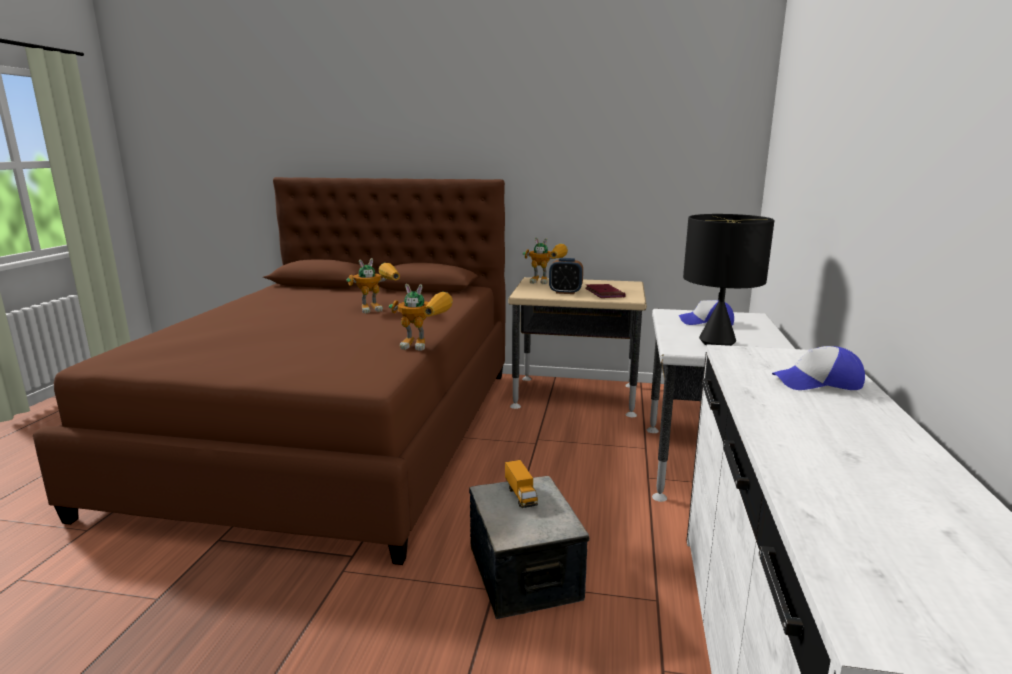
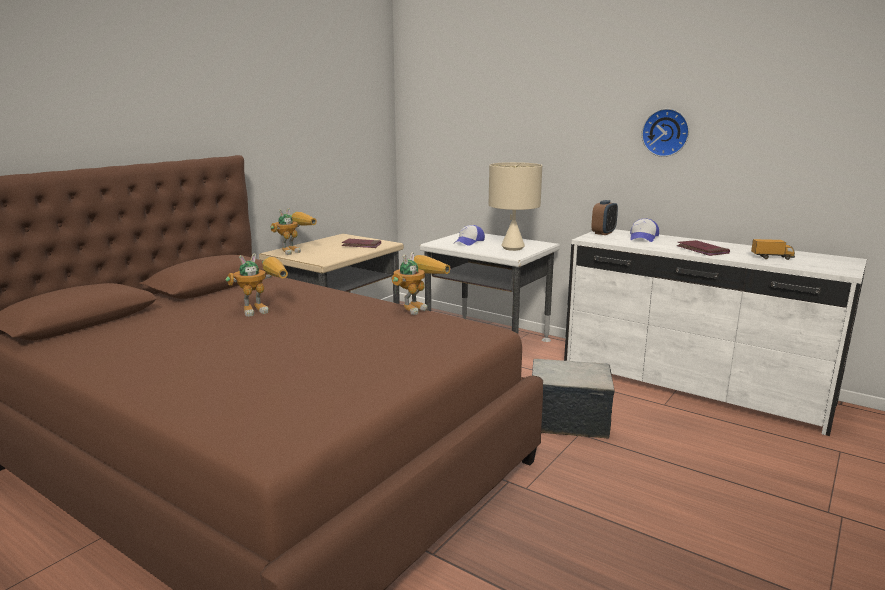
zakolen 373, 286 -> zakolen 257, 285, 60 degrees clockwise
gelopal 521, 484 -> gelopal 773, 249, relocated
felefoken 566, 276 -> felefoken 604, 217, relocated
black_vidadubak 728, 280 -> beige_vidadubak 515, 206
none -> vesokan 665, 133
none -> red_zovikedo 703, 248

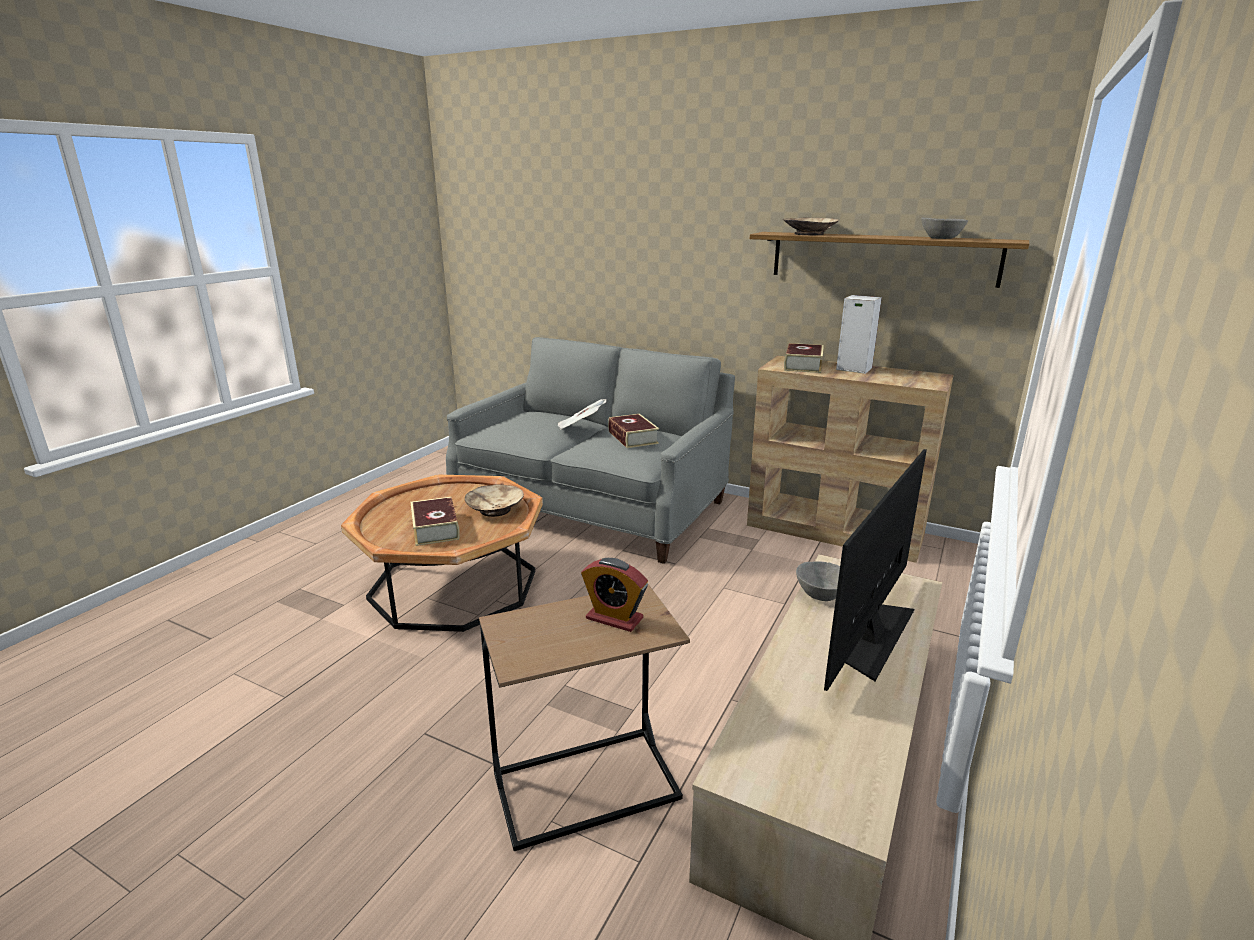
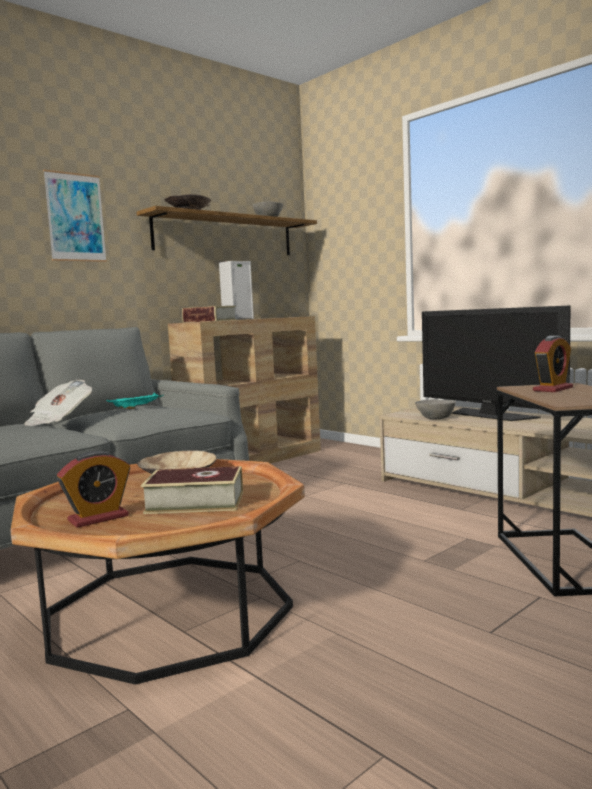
zovikedo 633, 431 -> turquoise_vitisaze 135, 401
none -> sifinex 75, 216
none -> felefoken 93, 489

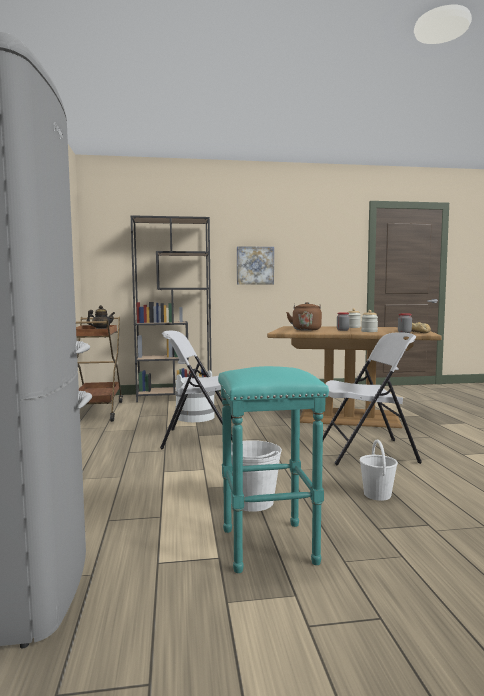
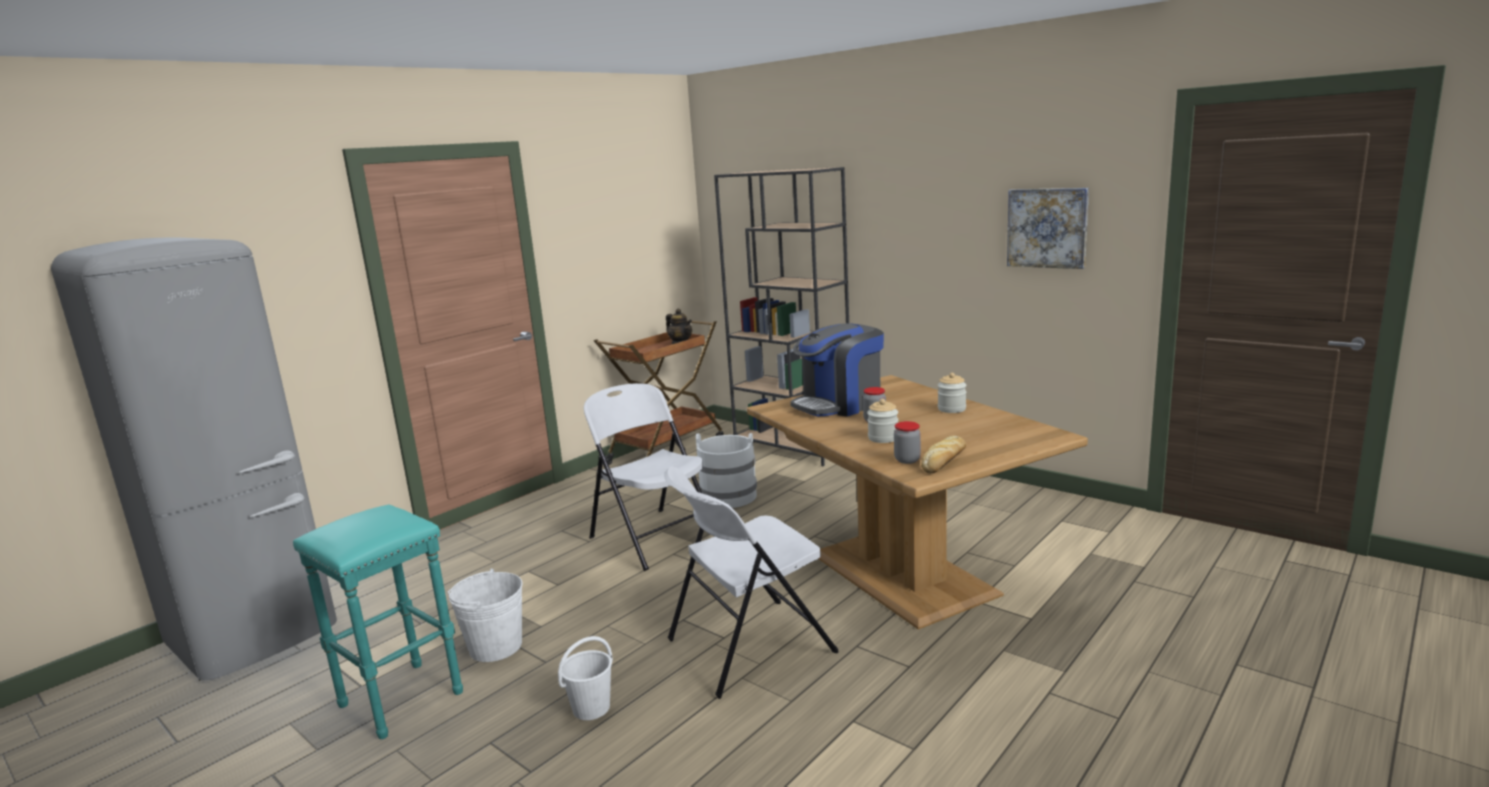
sifinex 255, 265 -> sifinex 1048, 228, relocated
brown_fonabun 304, 316 -> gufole 837, 369
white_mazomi 372, 398 -> white_mazomi 751, 582, 105 degrees clockwise

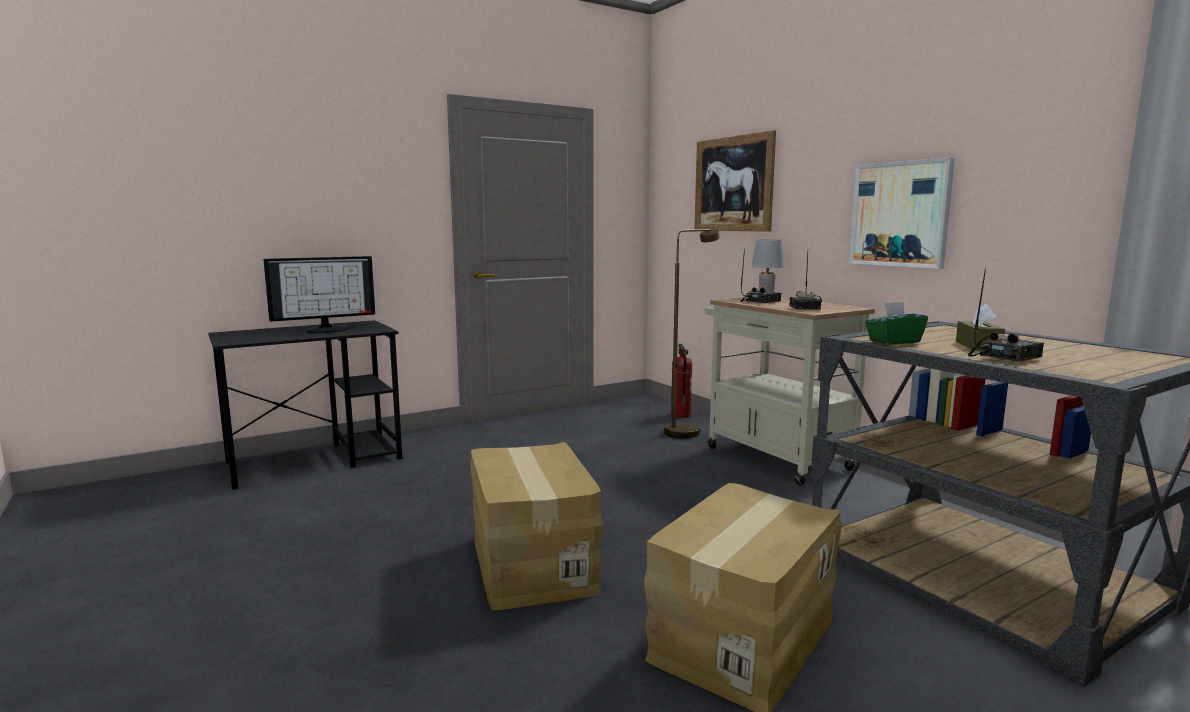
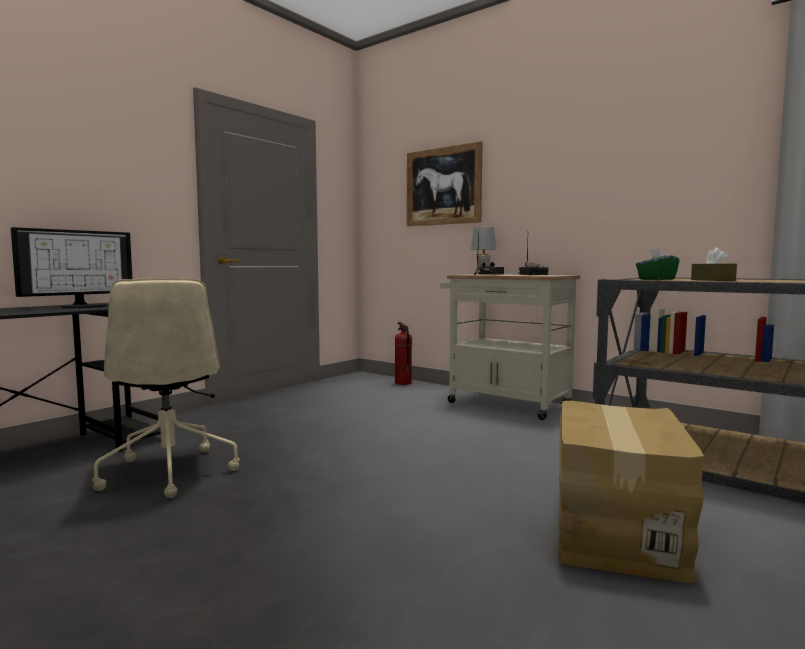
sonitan 536, 526 -> none
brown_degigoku 692, 333 -> none
sifinex 902, 213 -> none
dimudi 1006, 315 -> none
none -> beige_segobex 166, 388

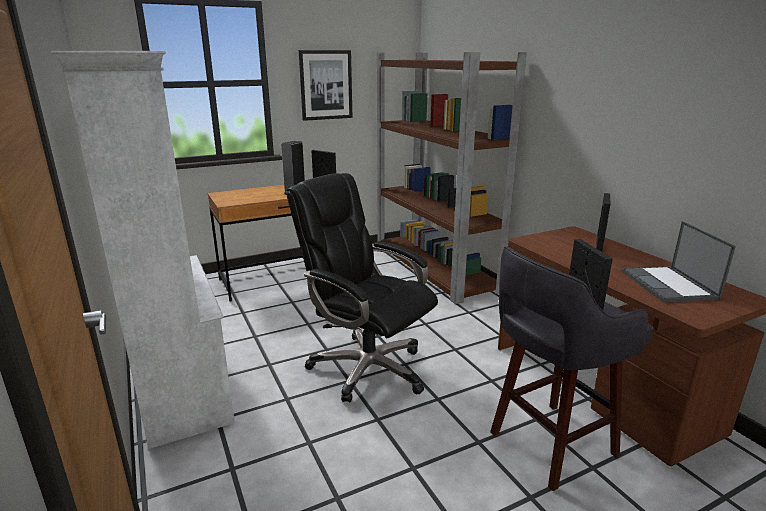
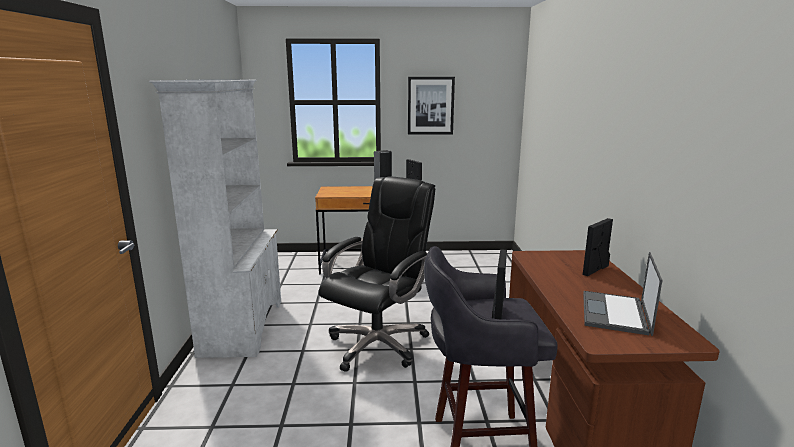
black_segobex 362, 287 -> black_segobex 376, 274, 60 degrees clockwise
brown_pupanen 452, 178 -> none

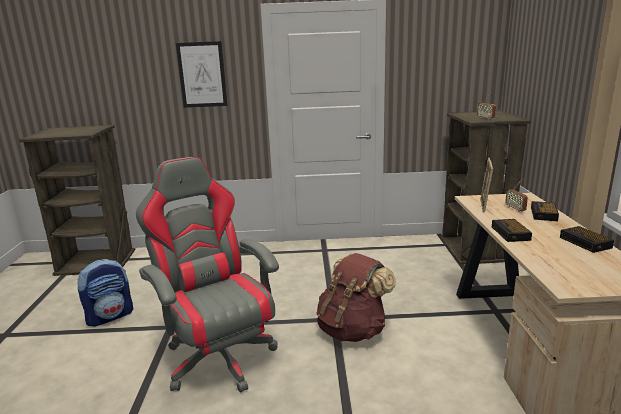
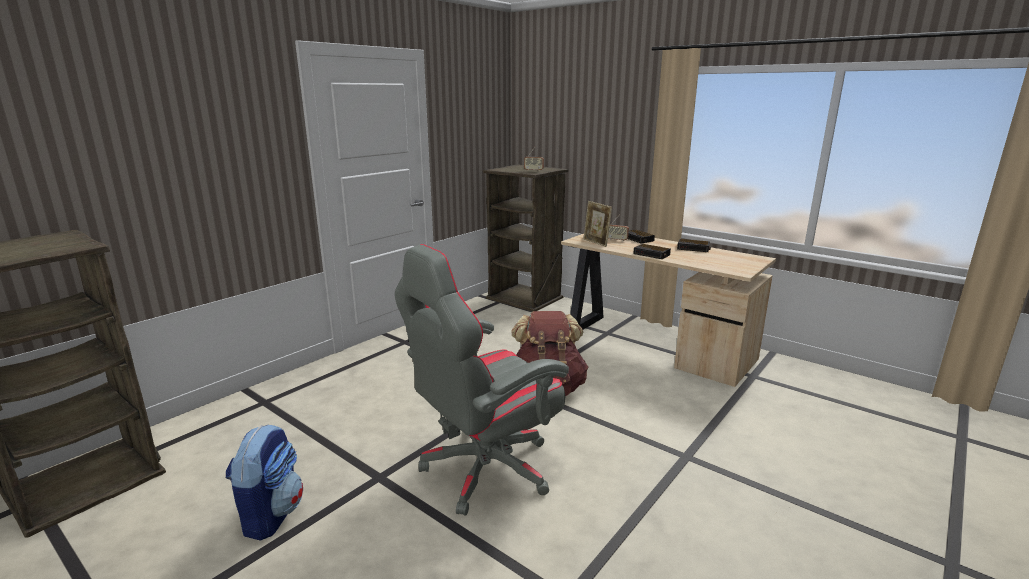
grey_segobex 207, 275 -> grey_segobex 482, 380, 45 degrees counterclockwise
sifinex 201, 74 -> none

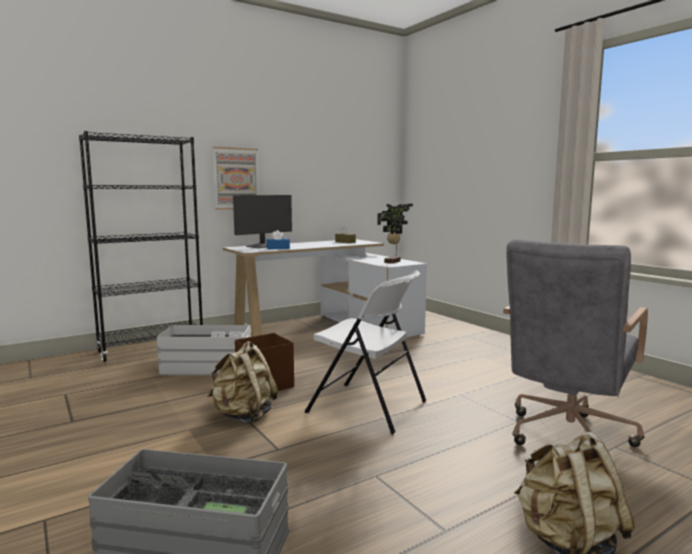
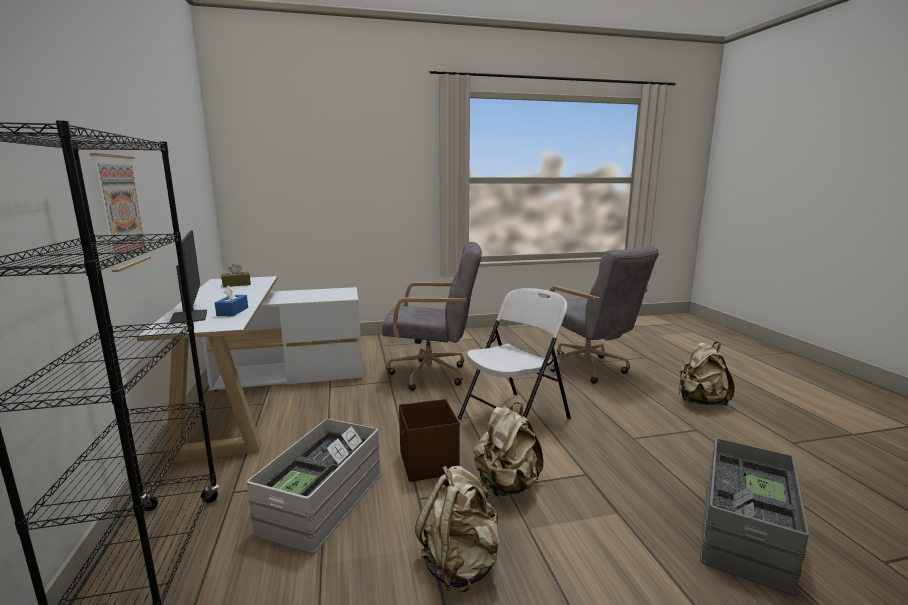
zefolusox 395, 234 -> none
none -> grey_segobex 432, 316
none -> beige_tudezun 457, 529

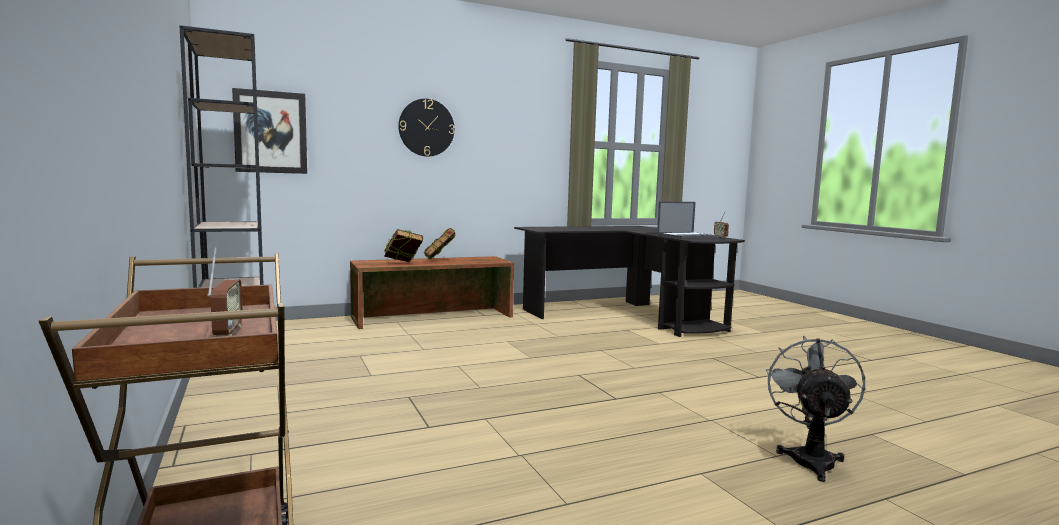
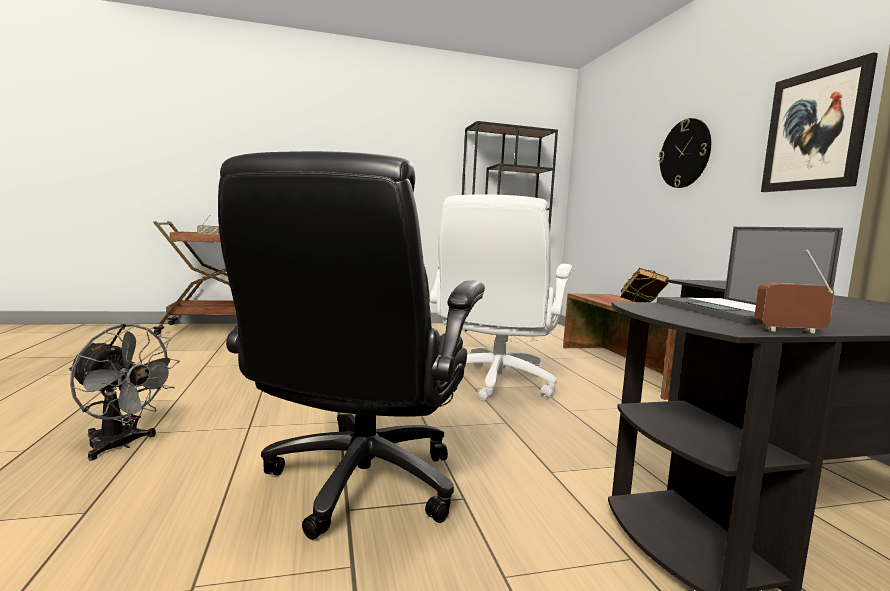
sifinex 269, 131 -> sifinex 819, 122, relocated
zovikedo 403, 245 -> none
none -> black_segobex 351, 345
none -> white_segobex 501, 297

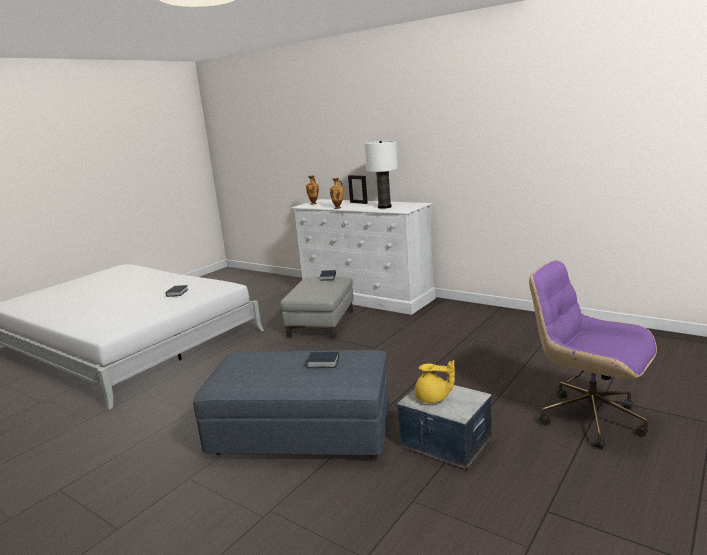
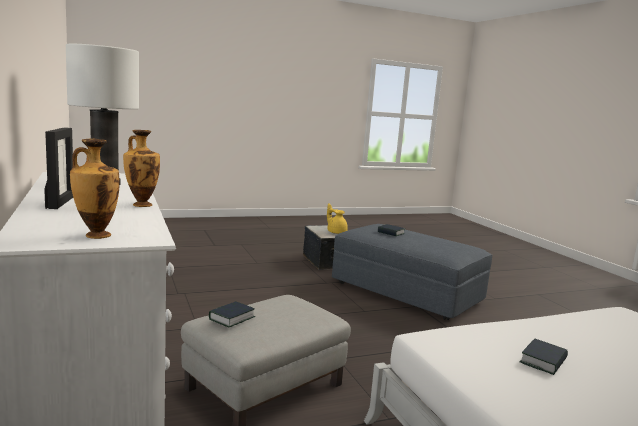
purple_segobex 593, 354 -> none

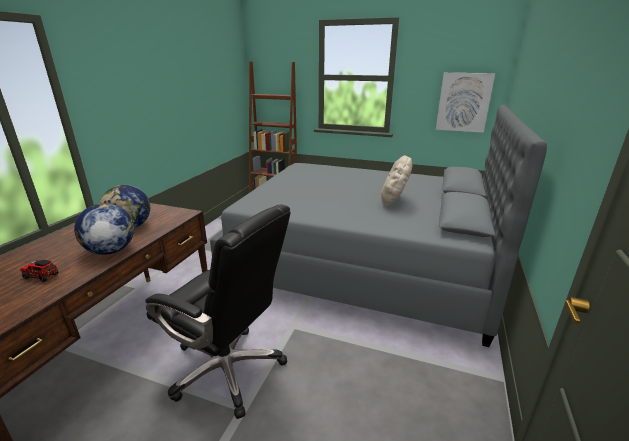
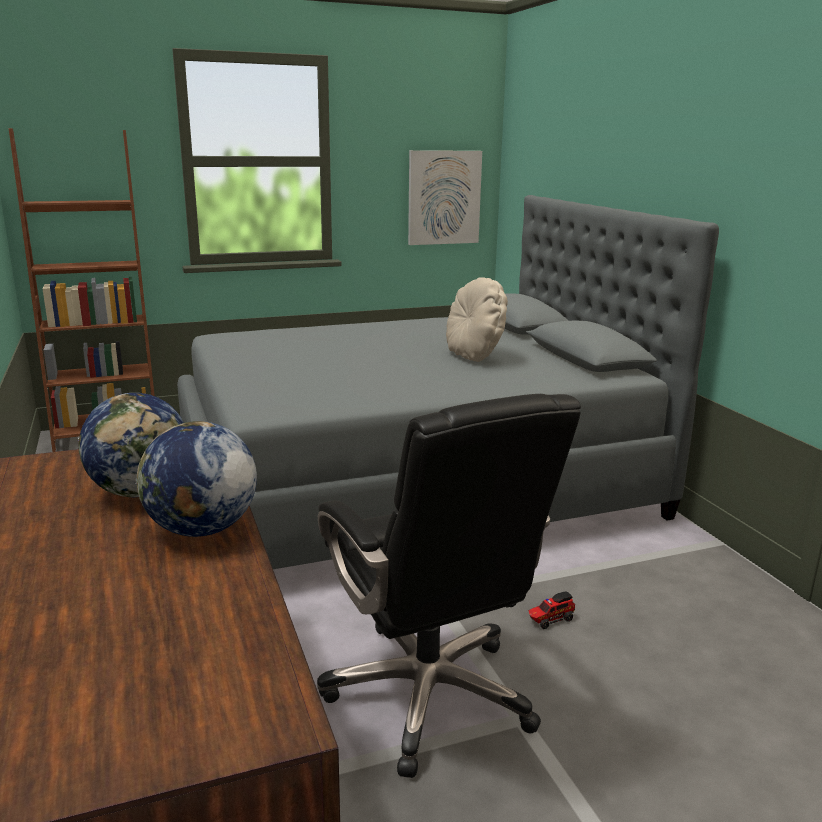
gelopal 39, 271 -> gelopal 552, 610, relocated
black_segobex 217, 312 -> black_segobex 449, 586, 75 degrees clockwise

